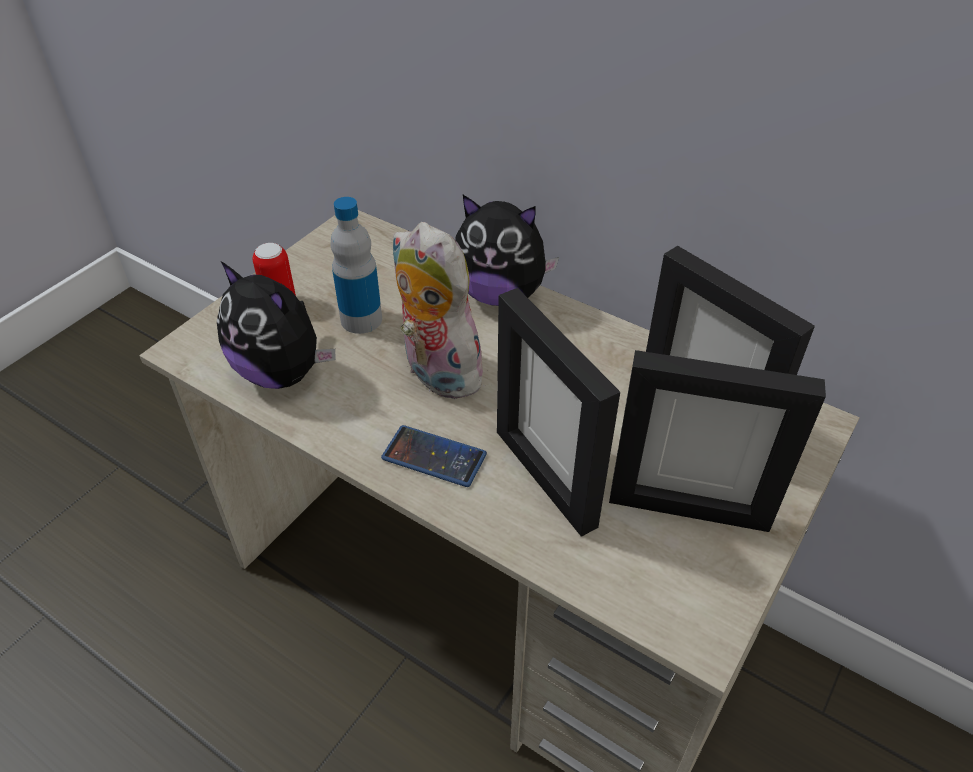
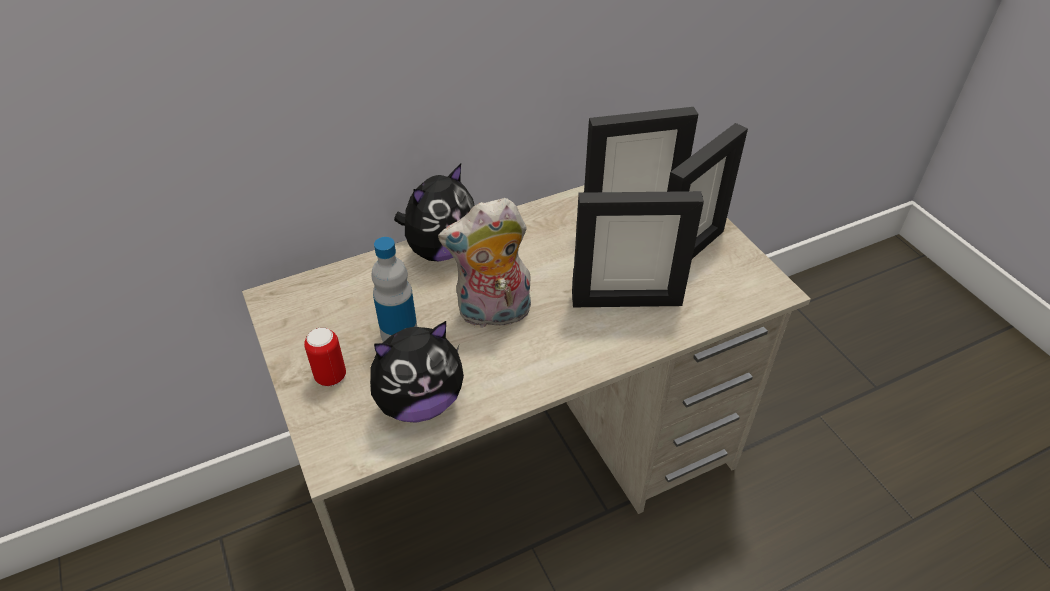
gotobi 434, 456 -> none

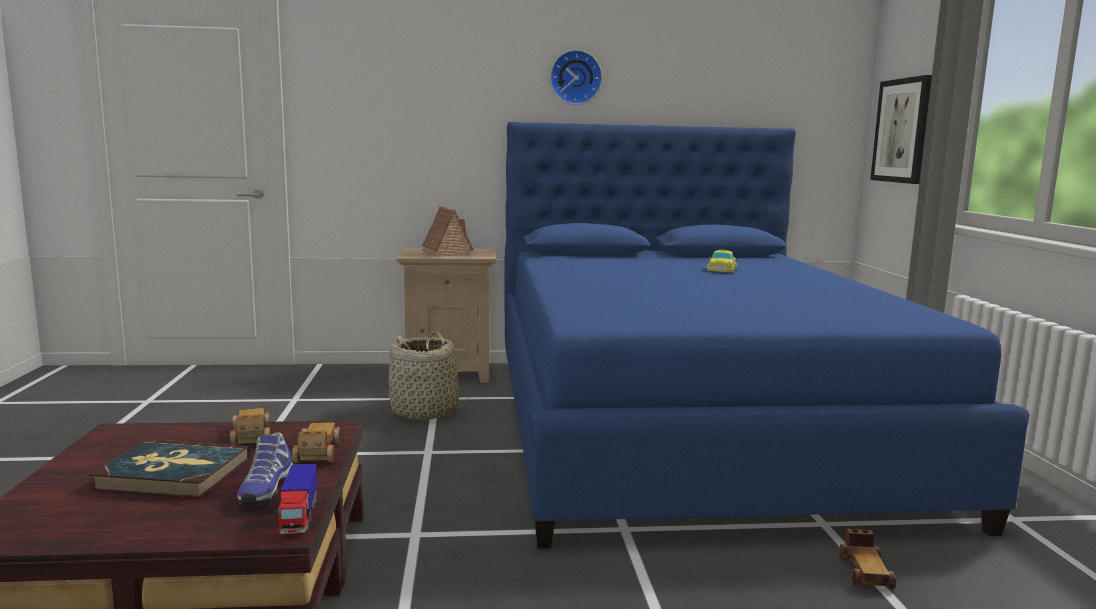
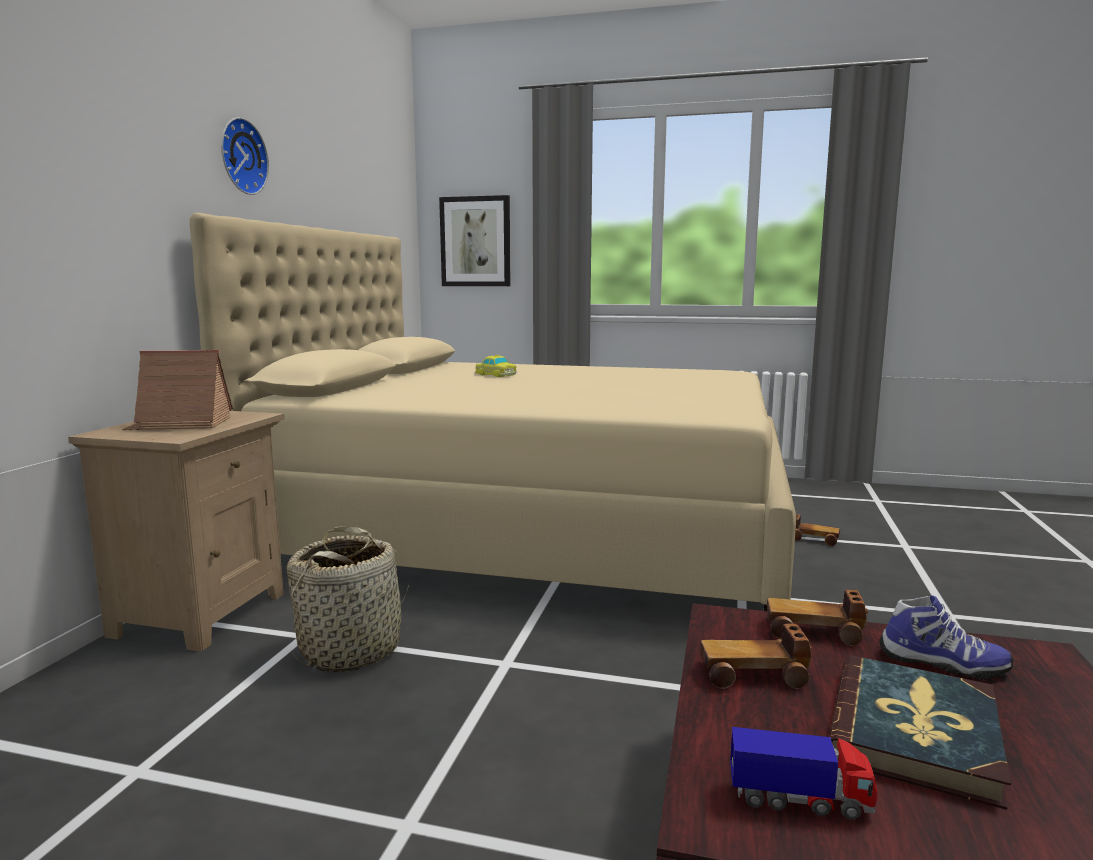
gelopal 296, 499 -> gelopal 803, 773, relocated
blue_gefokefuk 767, 335 -> beige_gefokefuk 492, 412

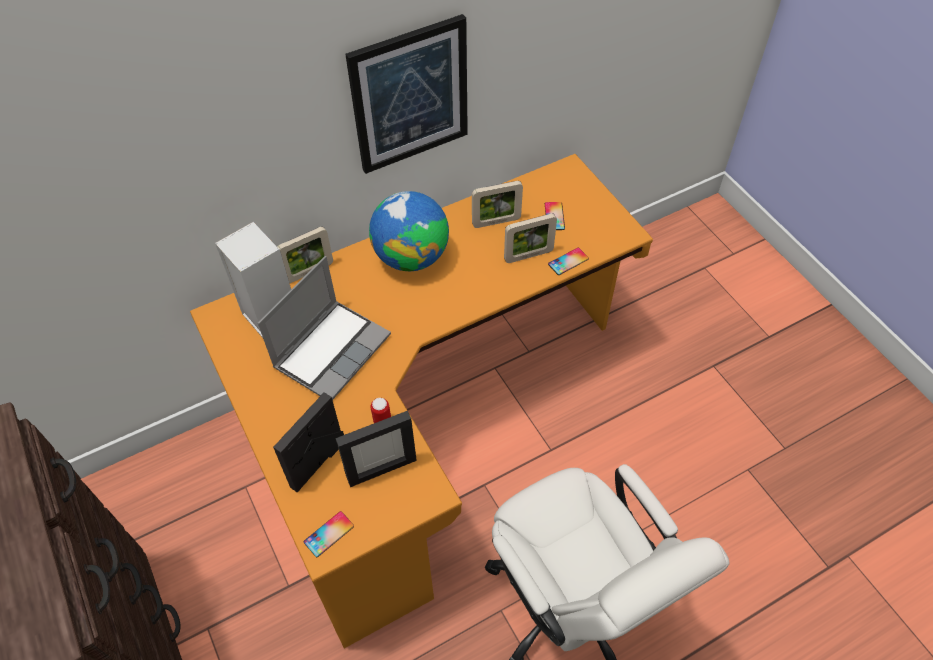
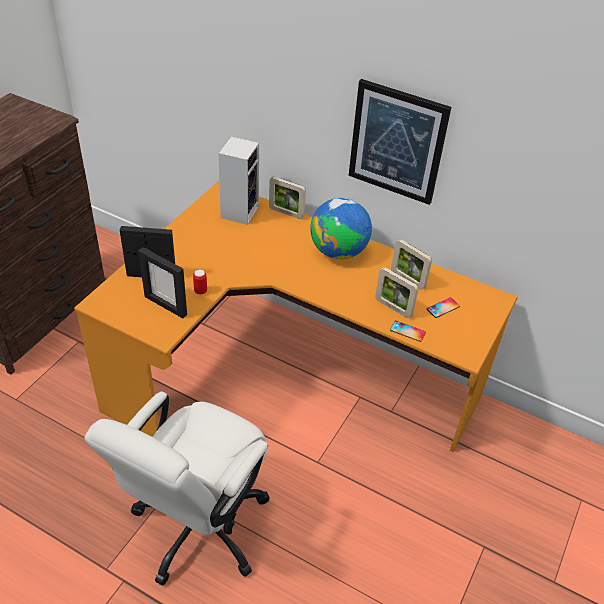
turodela 324, 328 -> none
gotobi 329, 534 -> none

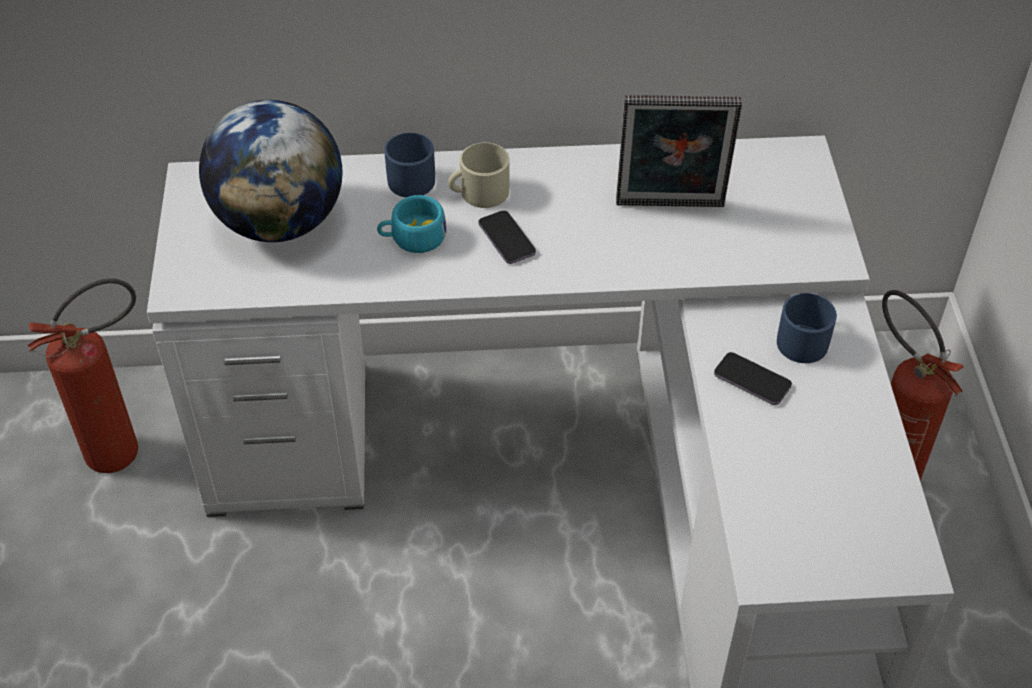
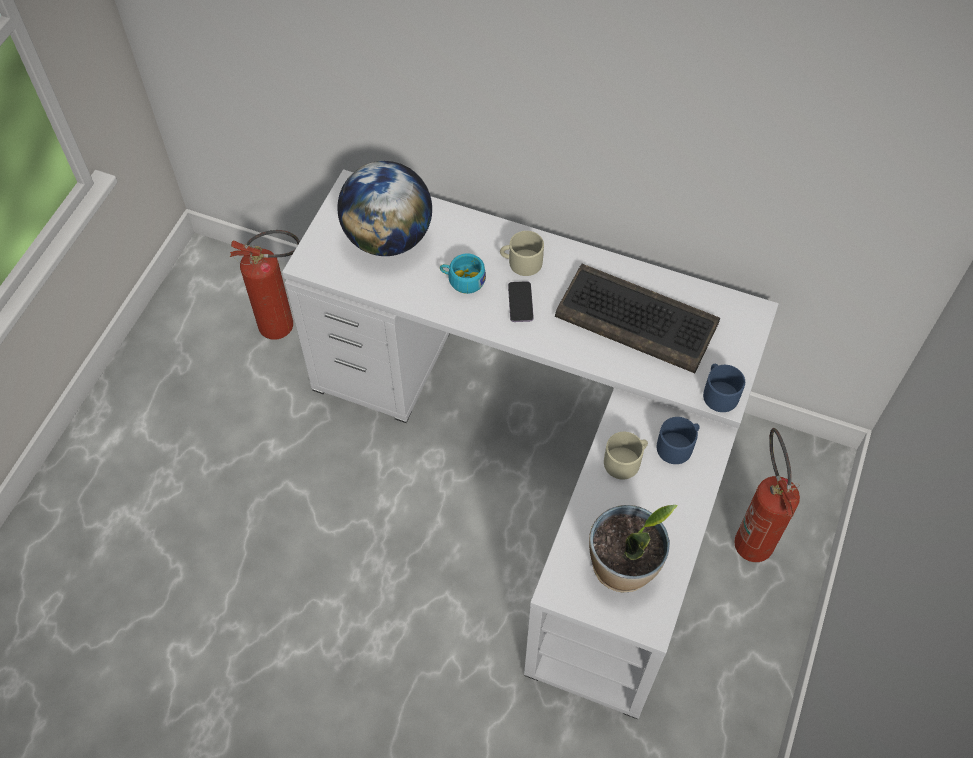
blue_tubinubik 409, 165 -> blue_tubinubik 724, 388, relocated
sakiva 679, 151 -> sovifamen 637, 318
gotobi 753, 378 -> beige_tubinubik 626, 455
none -> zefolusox 633, 549

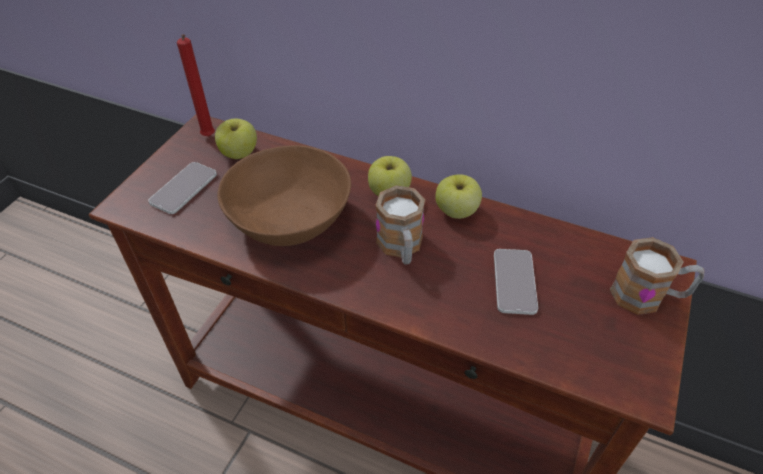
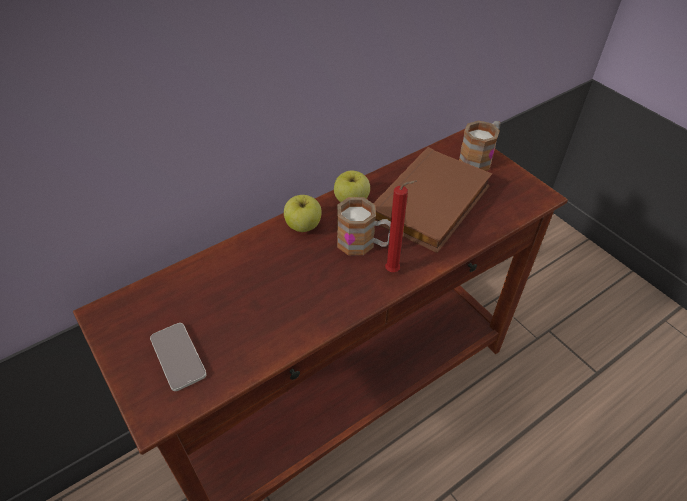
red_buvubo 196, 85 -> red_buvubo 401, 226, relocated
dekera 236, 138 -> none
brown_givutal 284, 195 -> none
gotobi 516, 282 -> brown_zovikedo 432, 200

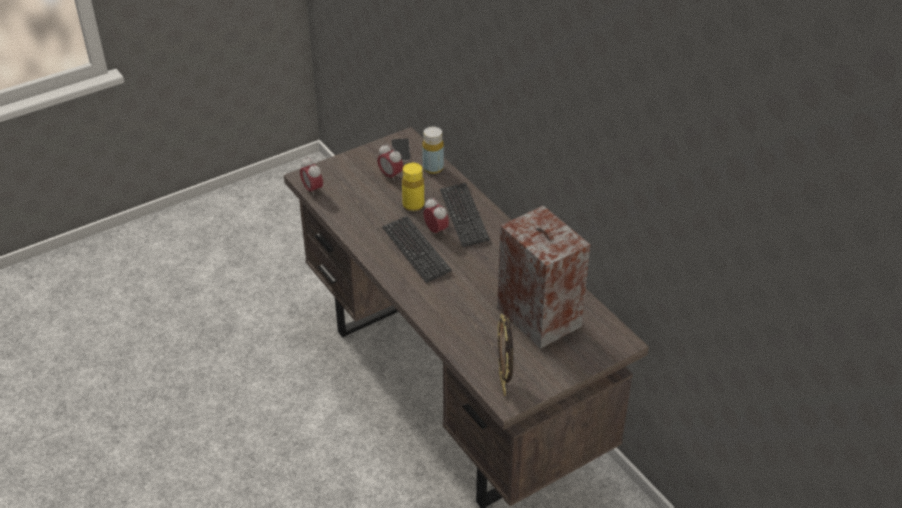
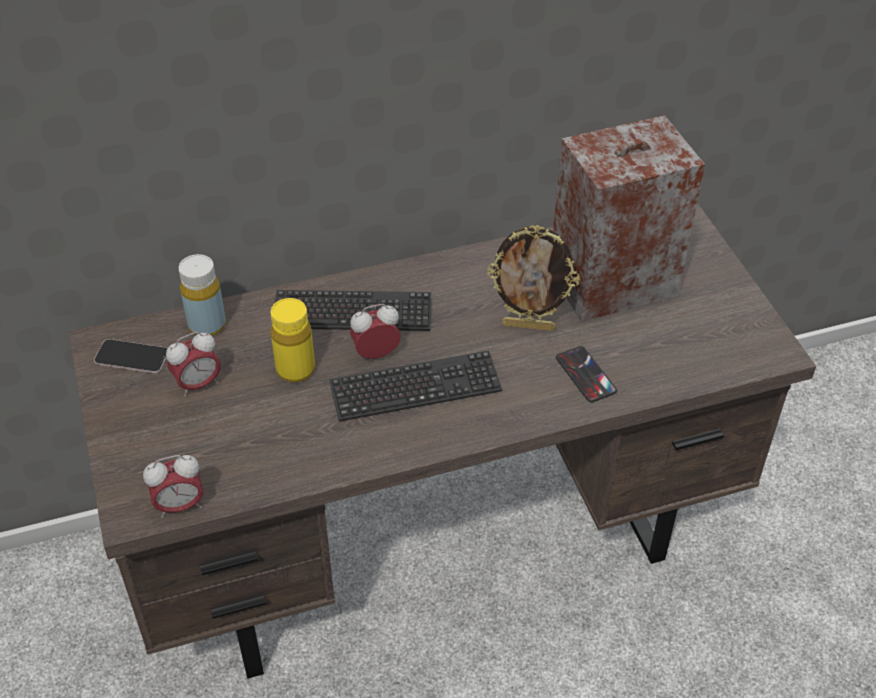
sakiva 505, 355 -> sakiva 533, 278, relocated
none -> gotobi 586, 374

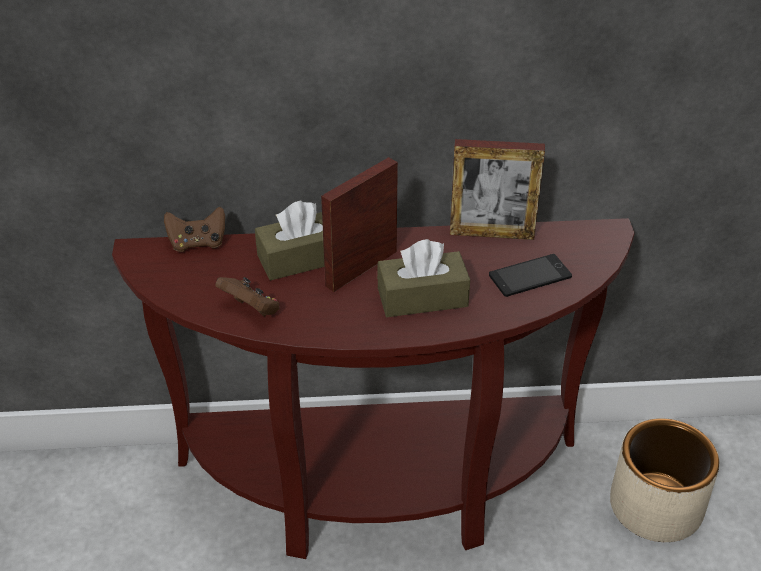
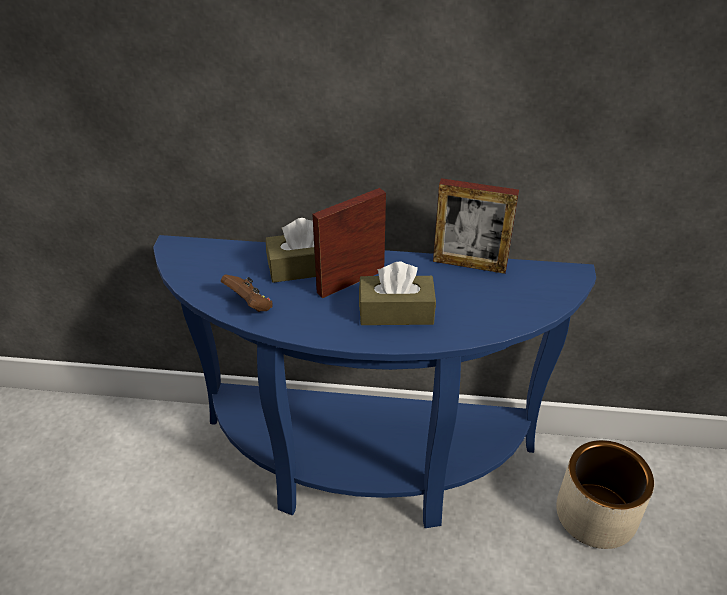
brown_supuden 373, 388 -> blue_supuden 374, 381
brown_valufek 194, 229 -> none
gotobi 530, 275 -> none

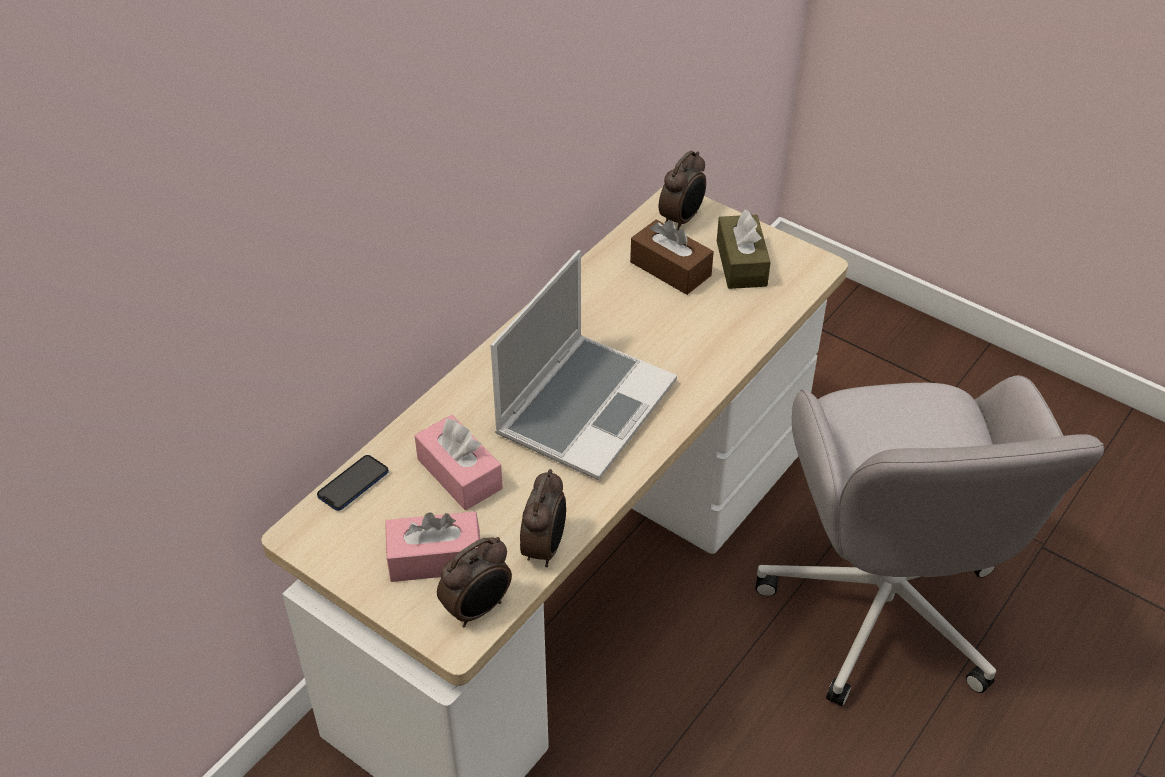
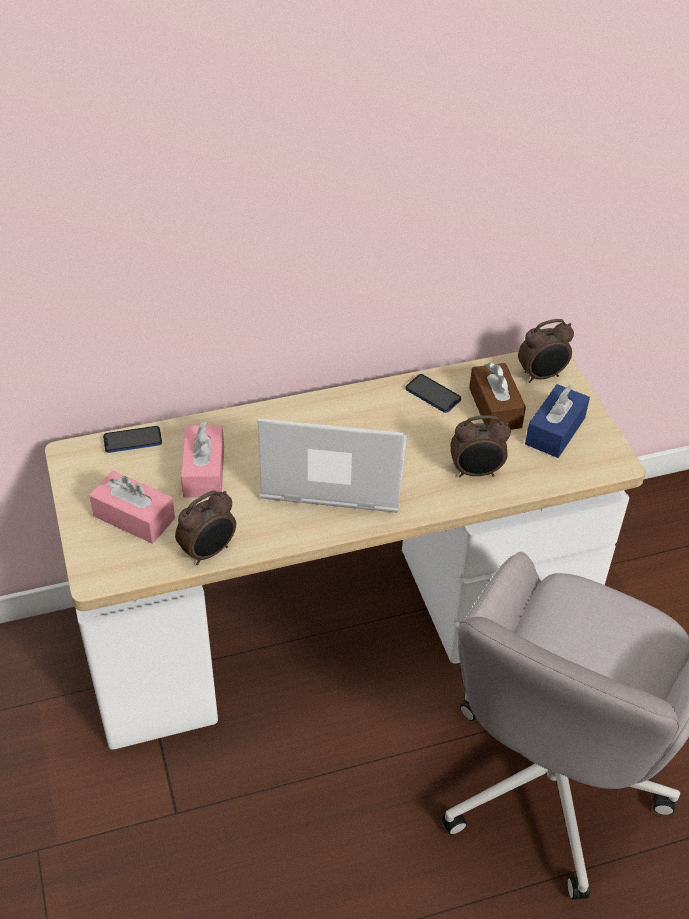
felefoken 474, 582 -> felefoken 480, 446, relocated
turodela 584, 365 -> turodela 332, 465, 150 degrees counterclockwise
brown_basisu 744, 249 -> blue_basisu 557, 421
none -> gotobi 433, 393

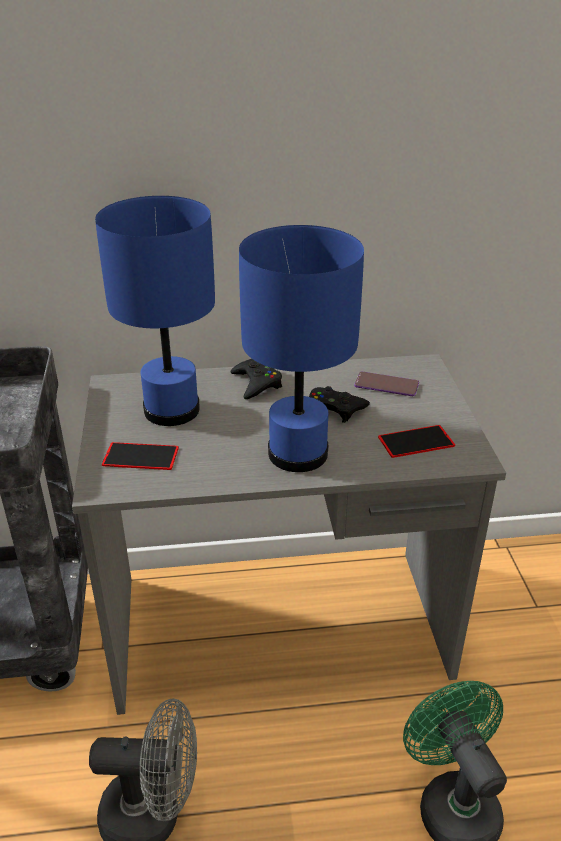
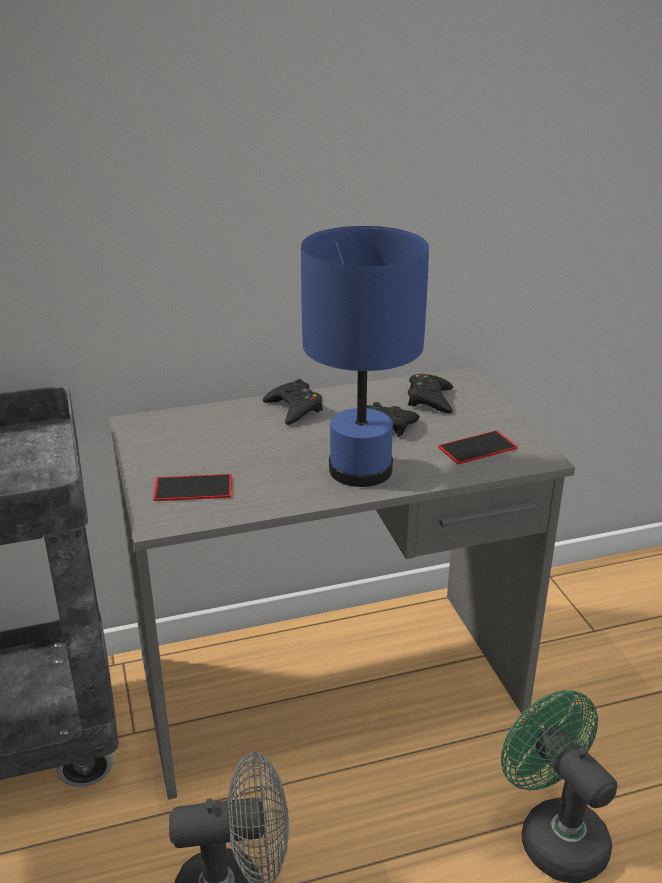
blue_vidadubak 155, 311 -> none
gotobi 386, 384 -> black_valufek 430, 393

